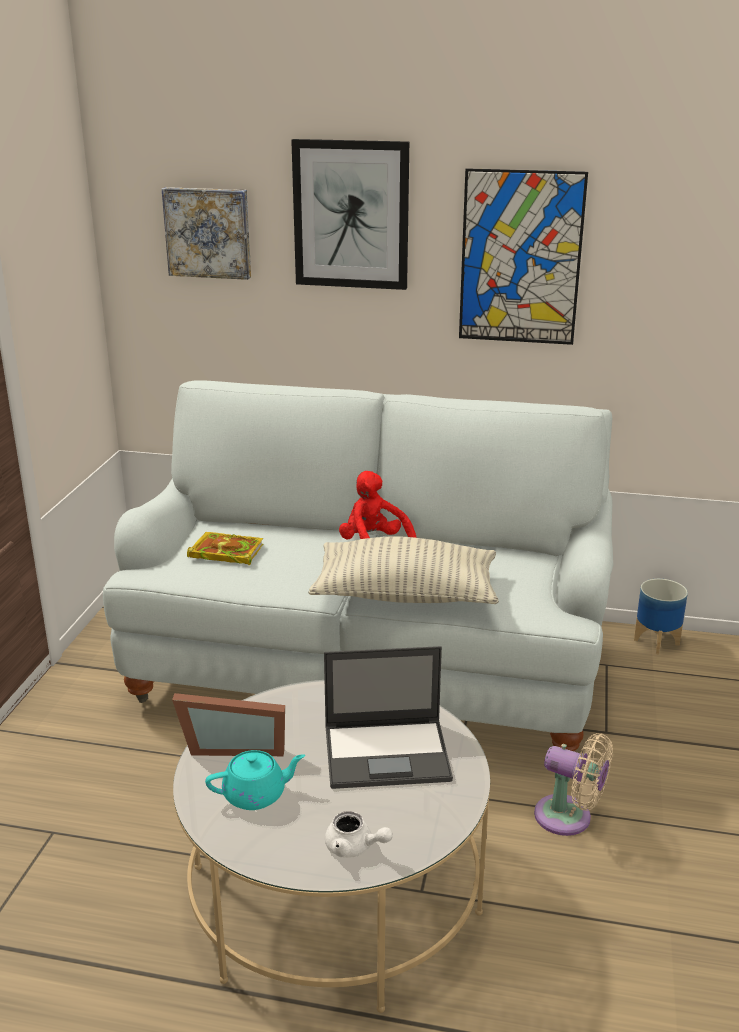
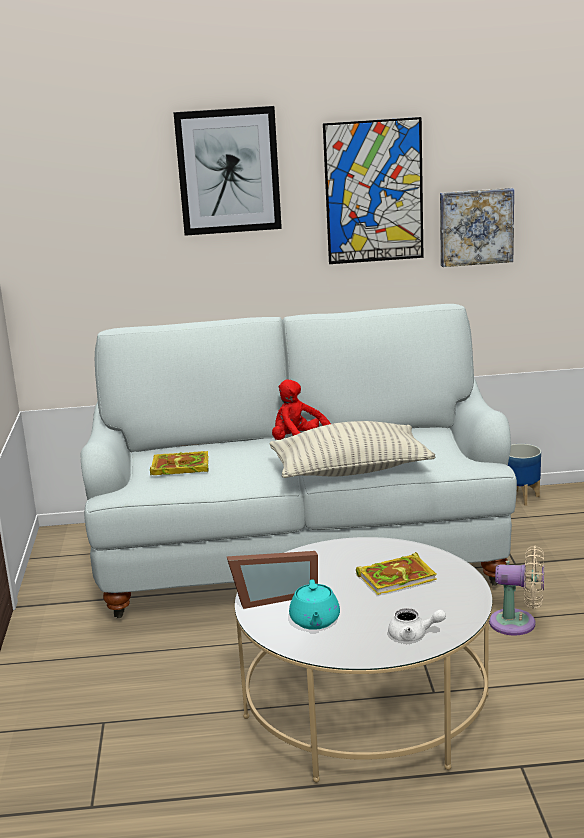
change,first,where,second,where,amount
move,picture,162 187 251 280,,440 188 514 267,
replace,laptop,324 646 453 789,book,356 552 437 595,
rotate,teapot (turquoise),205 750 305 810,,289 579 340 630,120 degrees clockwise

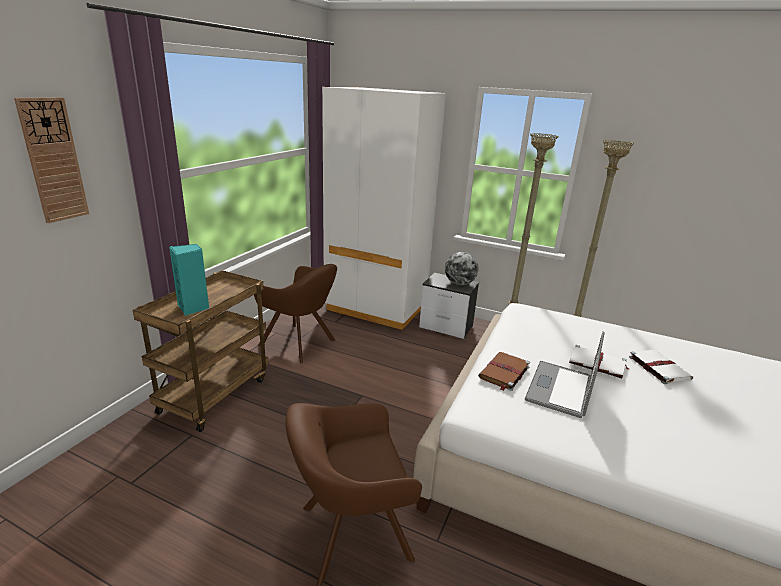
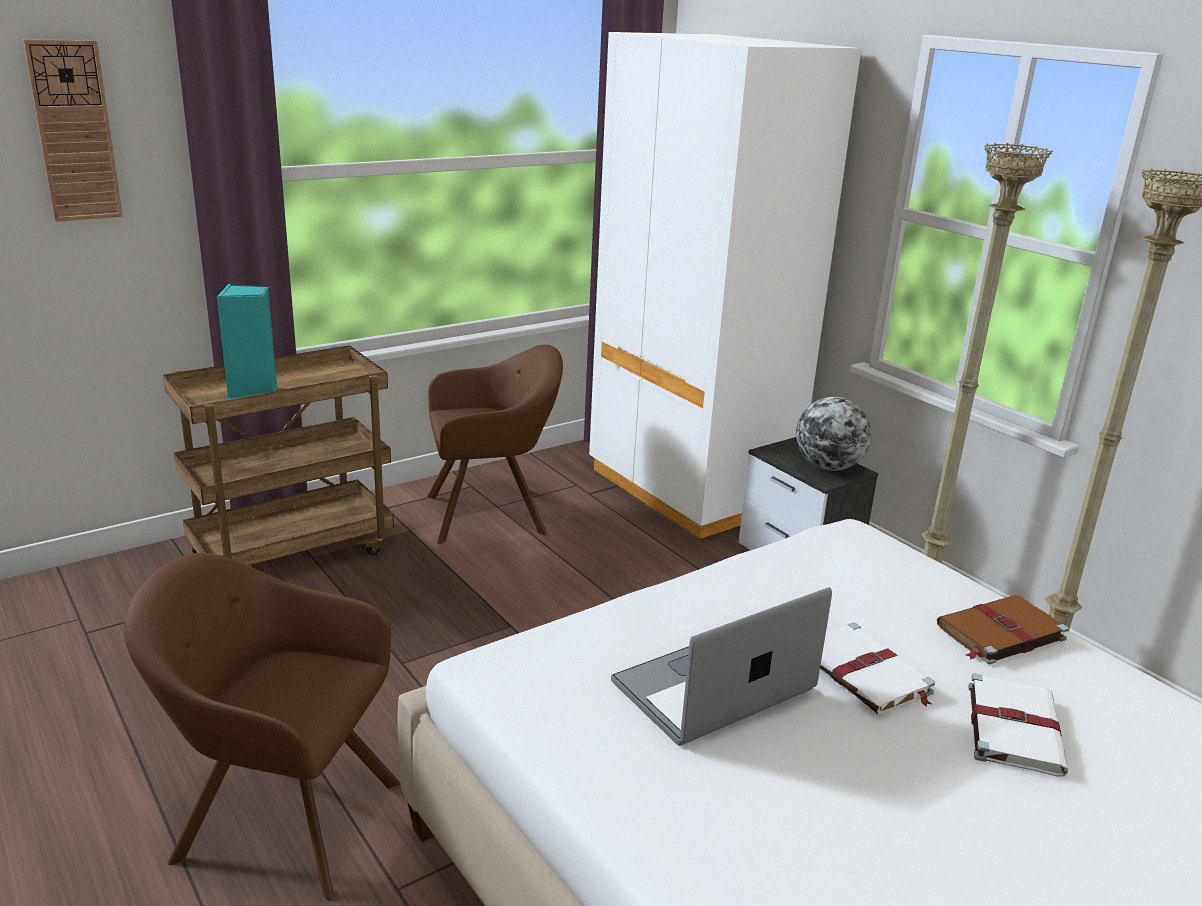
change,first,where,second,where,amount
move,book (brown),478 352 530 391,,937 595 1069 664,
rotate,armchair (brown),254 264 337 363,,427 344 563 544,75 degrees counterclockwise

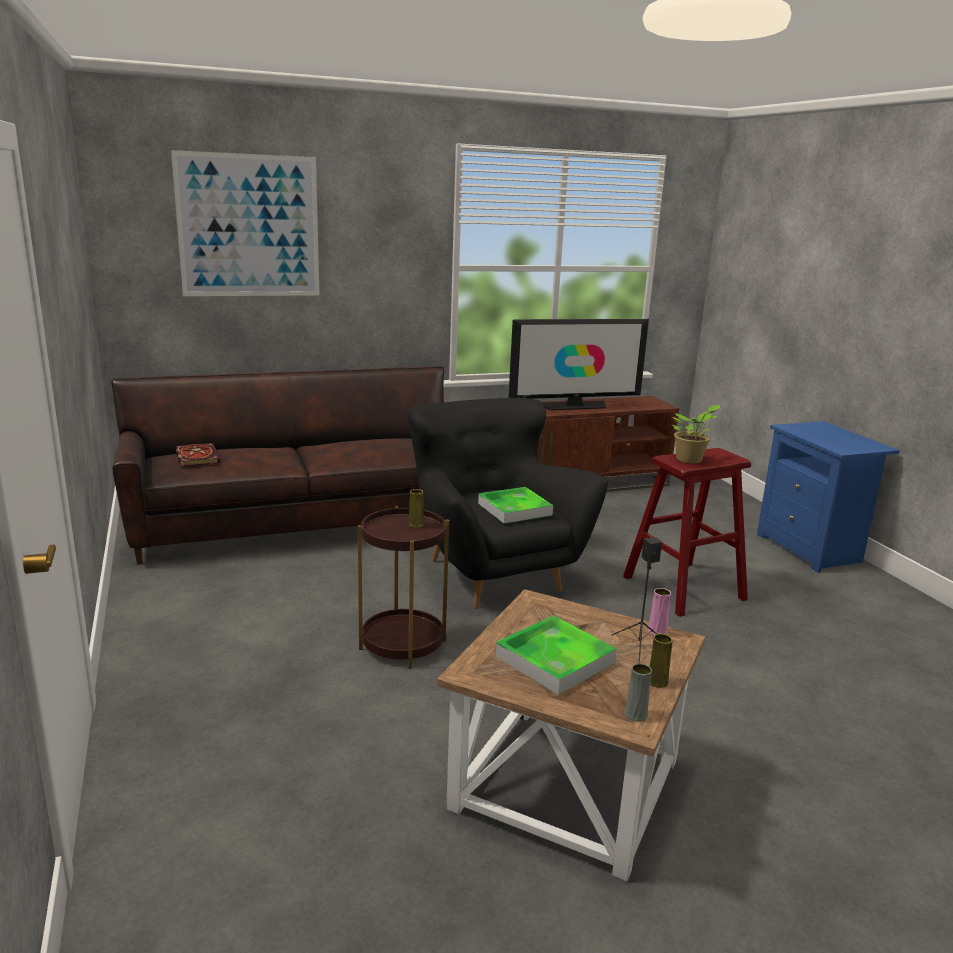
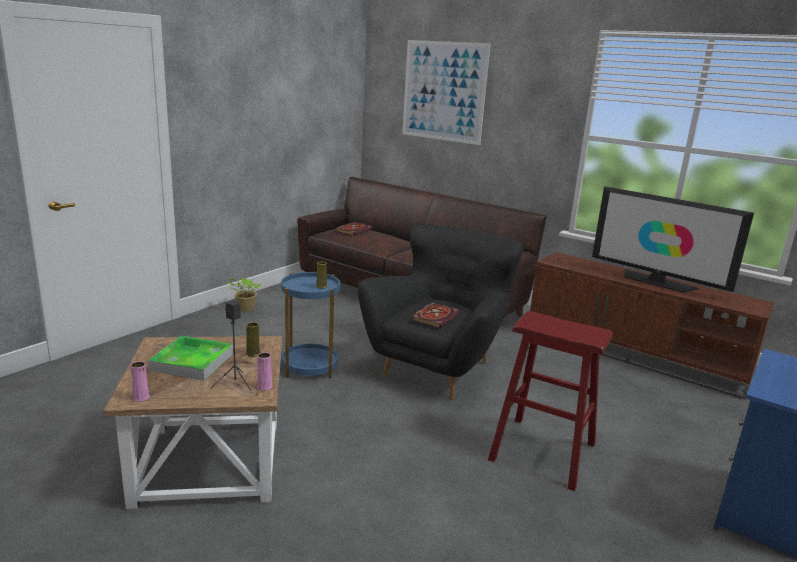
change,first,where,second,where,amount
move,vase (yellow),650 634 673 688,,246 322 260 357,
move,potted plant,672 405 720 464,,227 278 261 312,
replace,tray,478 487 553 523,book,411 302 460 328,
recolor,side table (brown),358 506 449 669,side table (blue),281 272 340 378,
recolor,vase (grey),625 664 652 721,vase (pink),130 361 150 402,

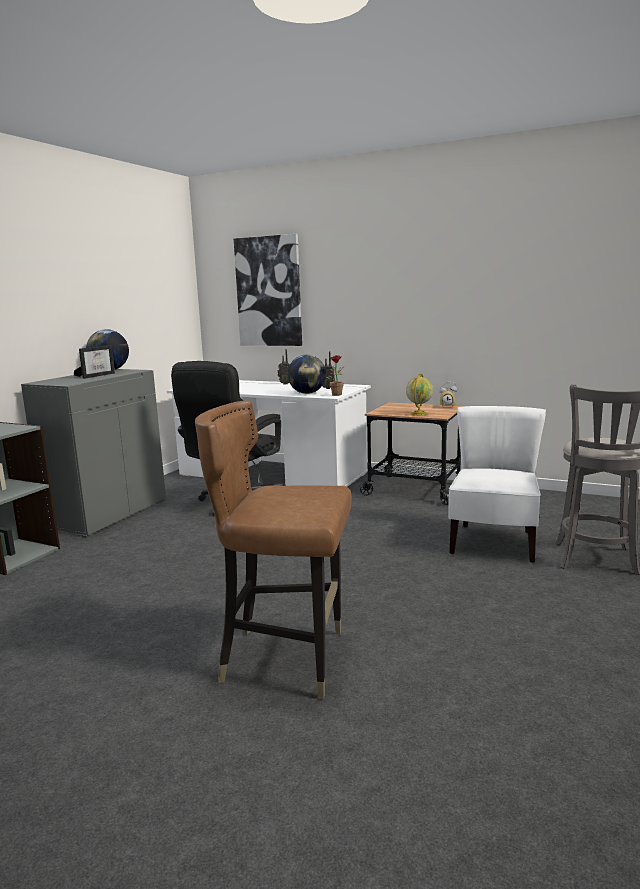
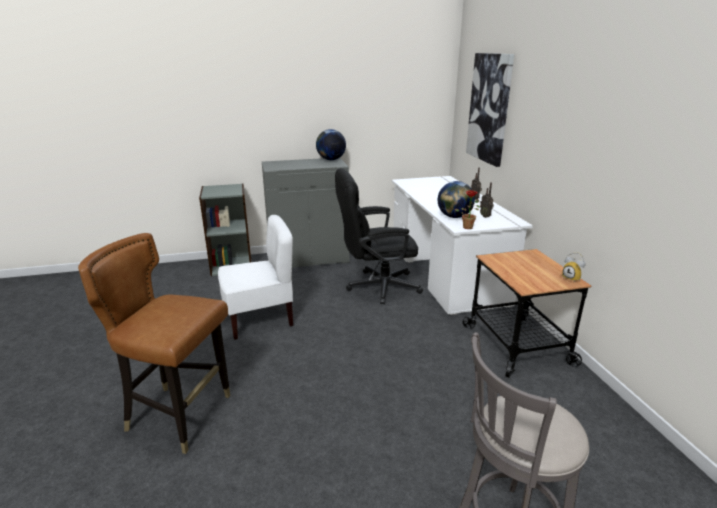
change,first,where,second,where,amount
delete,picture frame,74 345 115 379,,,
delete,globe,406 373 433 416,,,
move,chair (white),448 406 546 563,,218 215 293 340,
rotate,chair (brown),195 400 352 700,,78 233 230 454,45 degrees counterclockwise

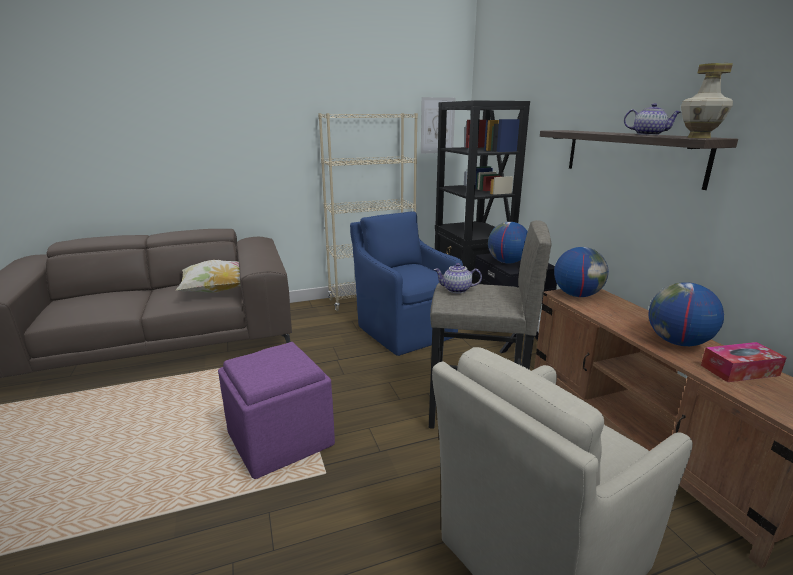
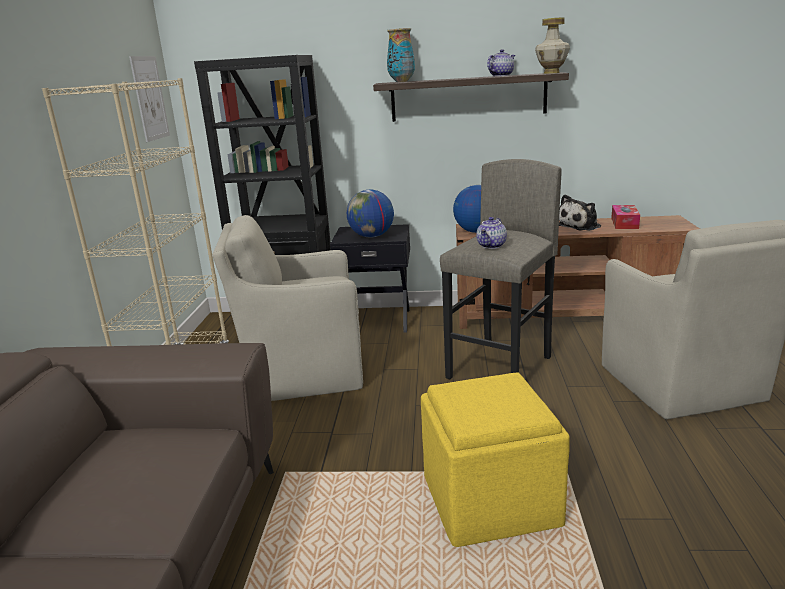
change,first,where,second,where,amount
delete,pillow,176 260 241 293,,,
insert,,,vase,387 28 415 82,
replace,globe,649 282 724 346,plush toy,559 194 601 231,
recolor,ottoman (purple),218 342 335 479,ottoman (yellow),421 372 570 547,
recolor,armchair (blue),350 211 463 356,armchair (beige),213 215 363 401,

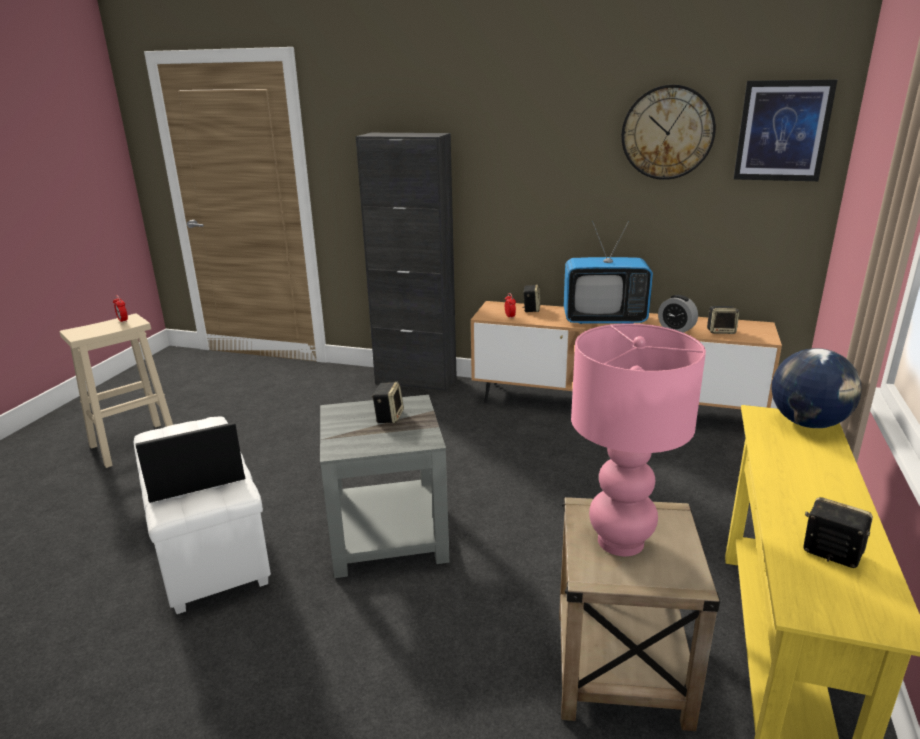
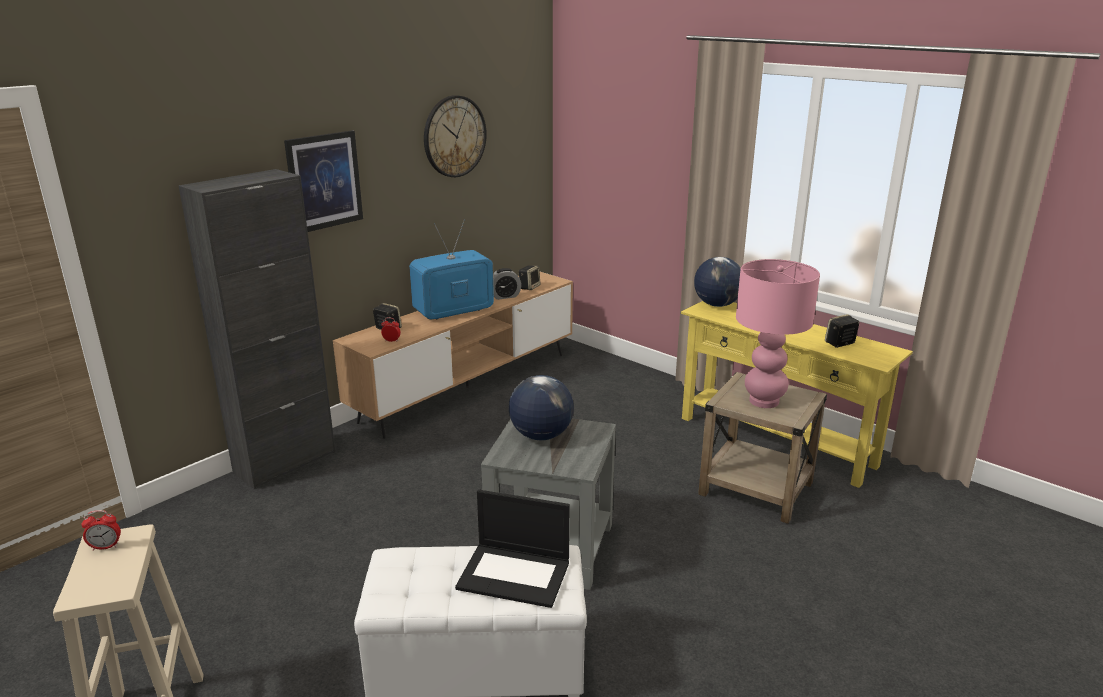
change,first,where,second,where,amount
move,picture,733 80 837 181,,284 130 363 232,
replace,speaker,372 382 404 423,globe,509 375 574 440,
rotate,laptop,136 422 245 503,,455 490 570 608,75 degrees counterclockwise
rotate,television,564 221 653 324,,409 219 494 319,150 degrees counterclockwise

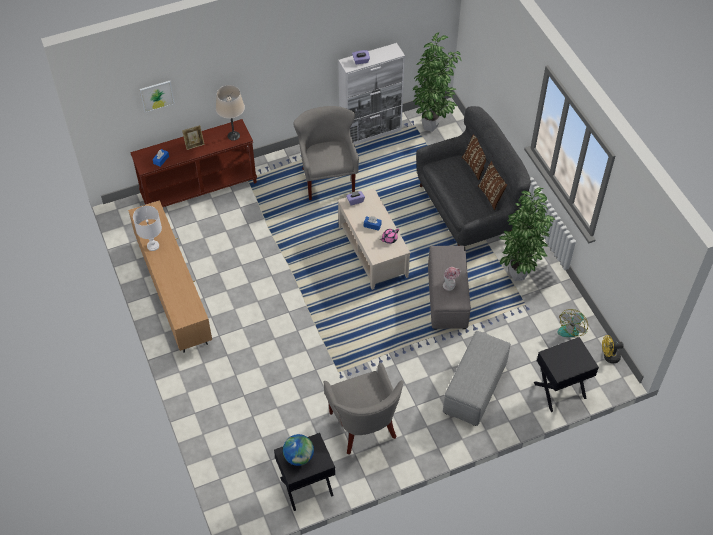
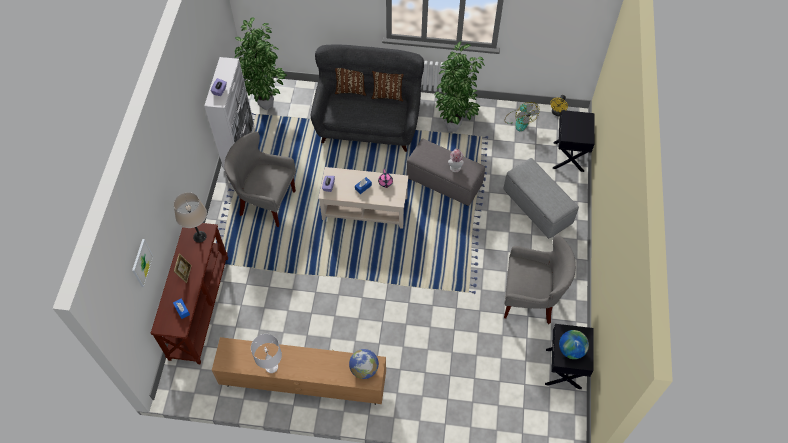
change,first,where,second,where,amount
insert,,,globe,349 349 379 379,

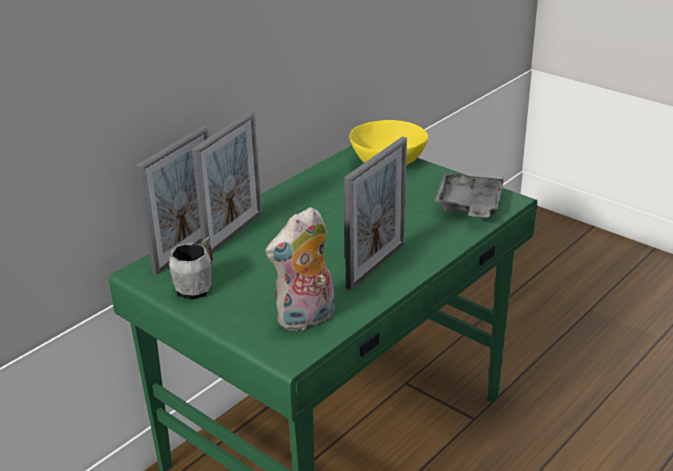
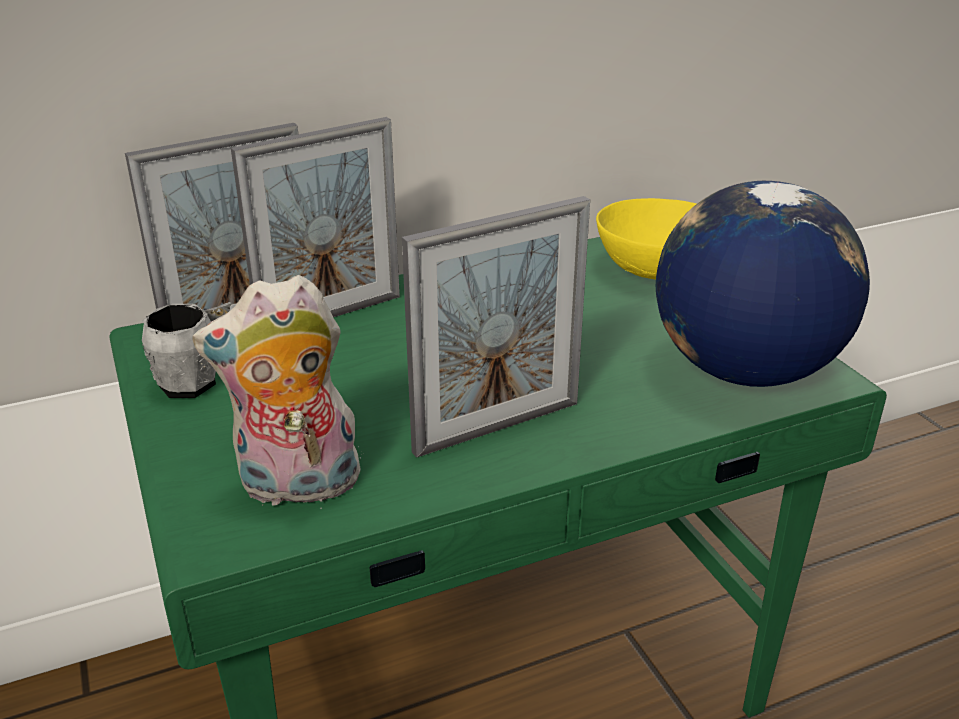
change,first,where,second,where,amount
replace,tray (grey),434 172 505 218,globe,656 181 870 387,

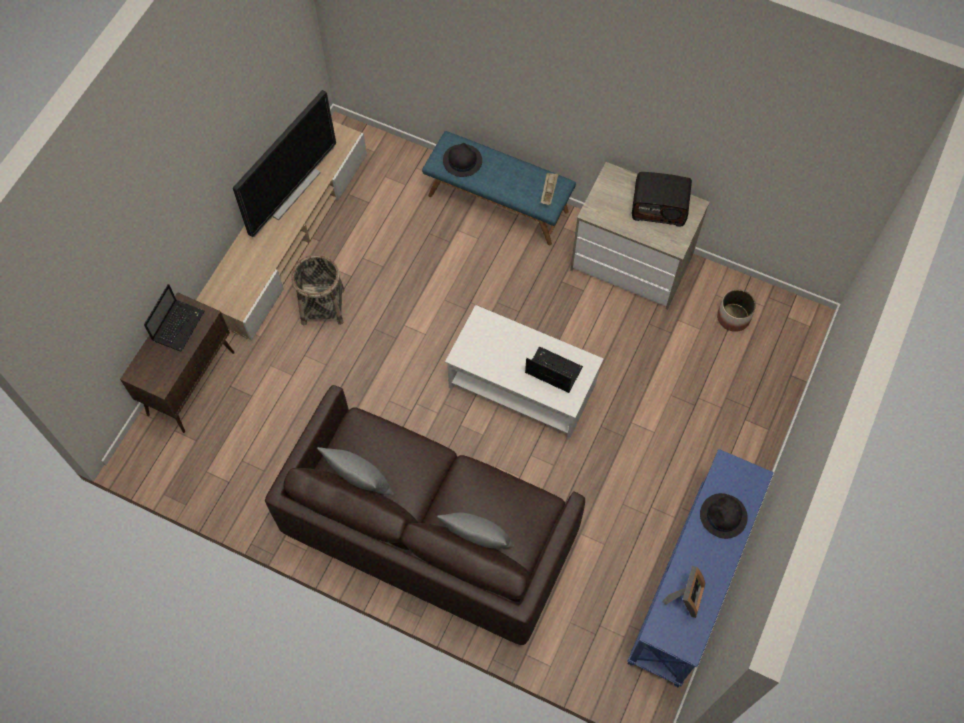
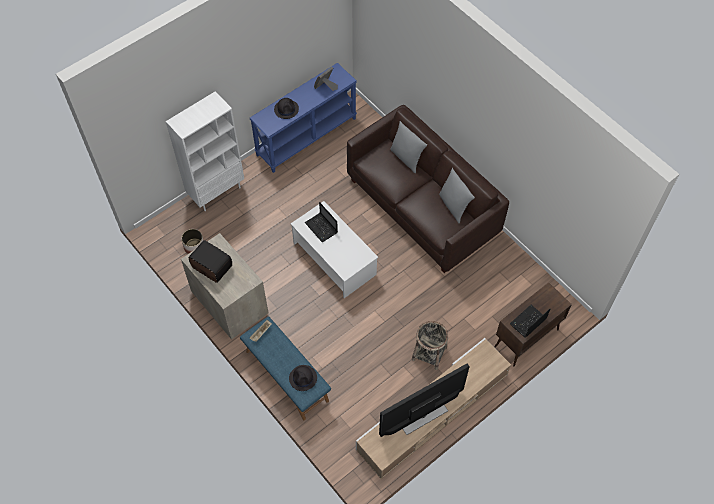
change,first,where,second,where,amount
insert,,,bookcase (white),166 91 244 211,

